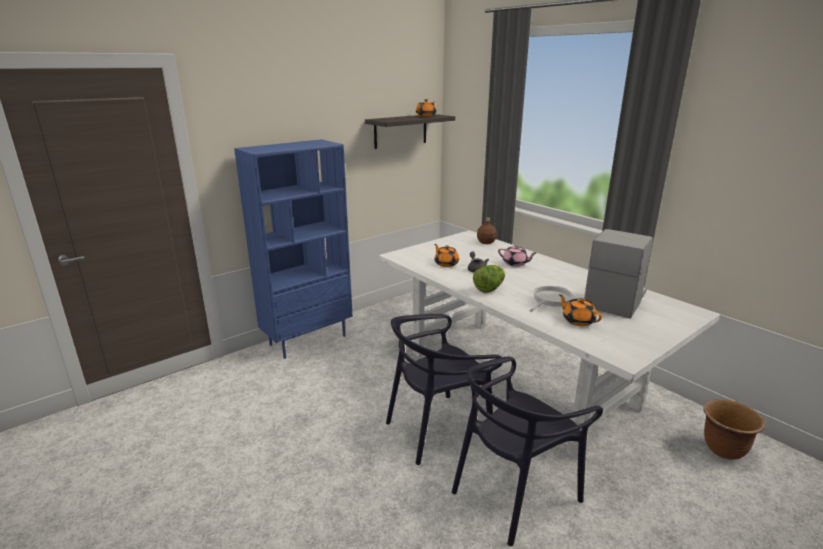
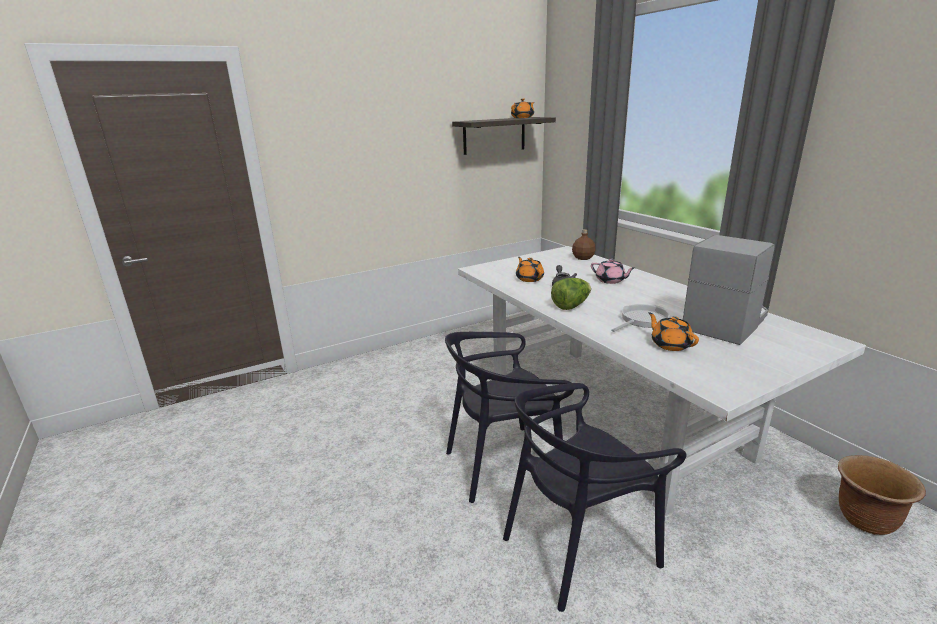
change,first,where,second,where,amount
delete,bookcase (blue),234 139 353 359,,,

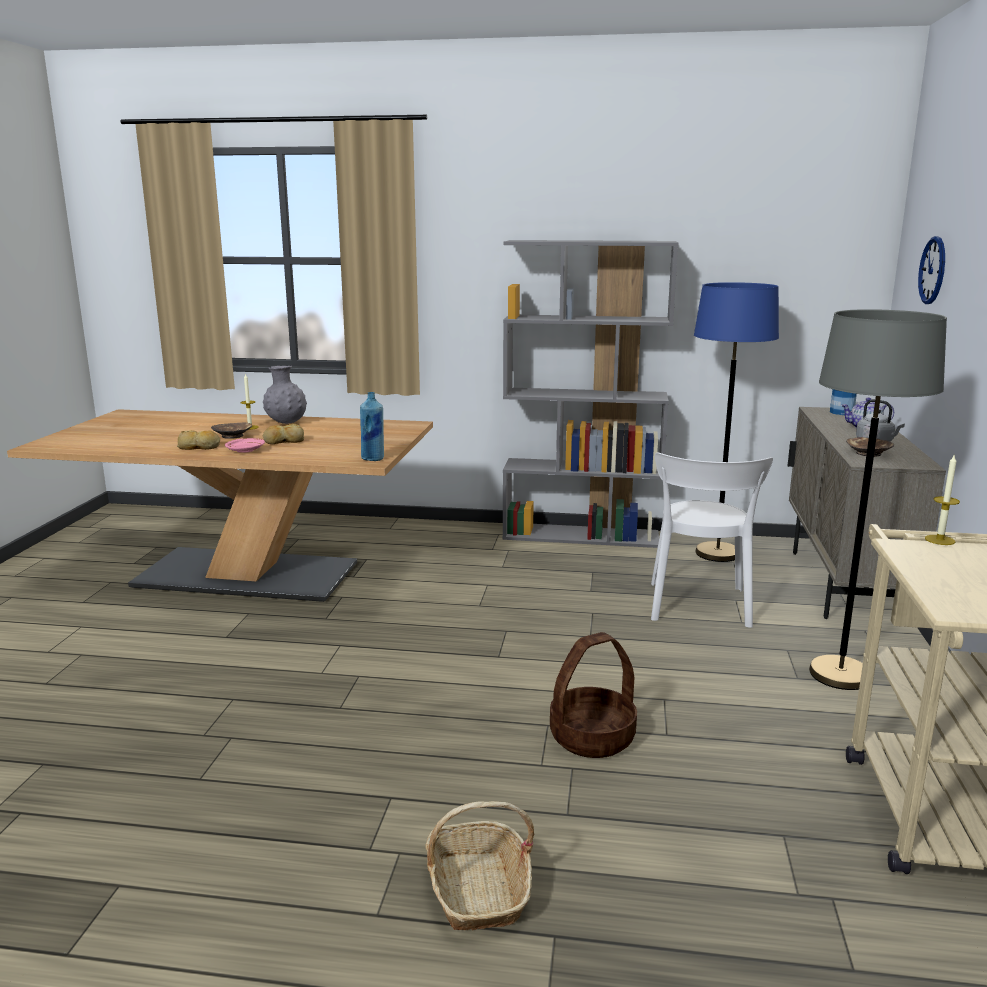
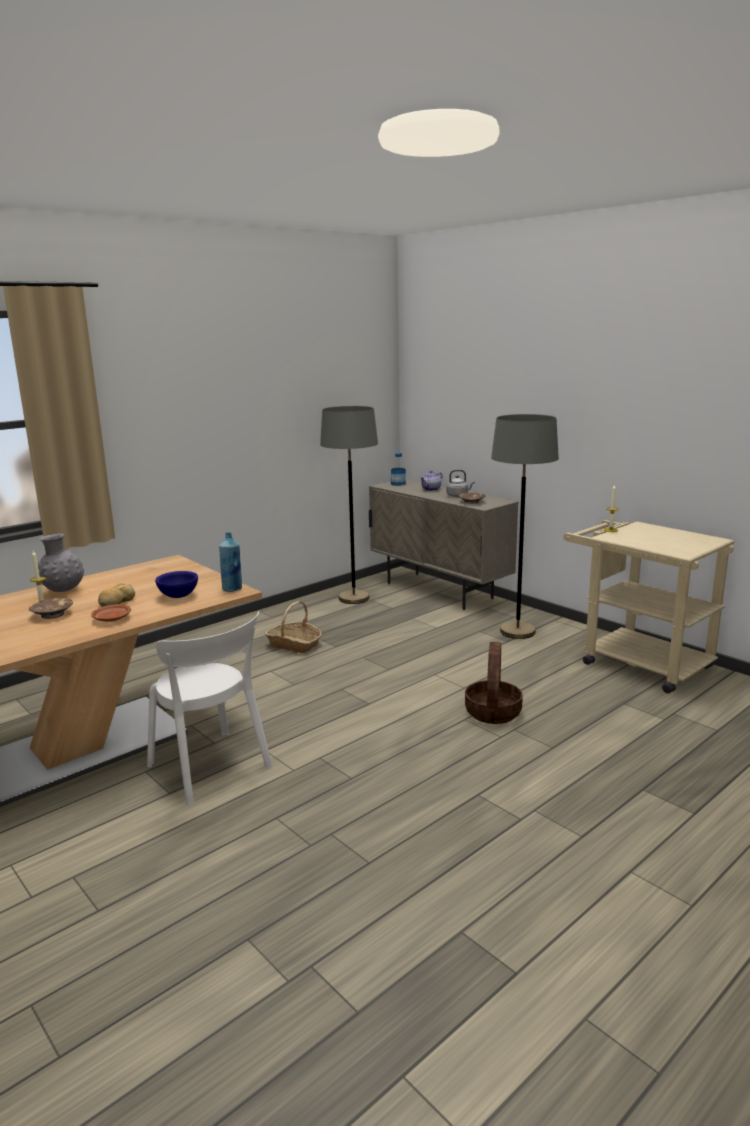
change,first,where,second,where,amount
delete,bread,177 430 220 450,,,
delete,bookcase (grey),503 240 678 548,,,
delete,wall clock,918 236 945 304,,,
insert,,,bowl (blue),155 571 198 598,
move,basket,426 801 535 931,,265 601 322 653,
move,chair (white),651 452 773 628,,147 611 273 805,
recolor,plate (pink),225 438 265 453,plate (brown),91 604 131 622,
recolor,floor lamp (blue),694 282 779 562,floor lamp (grey),320 406 378 604,

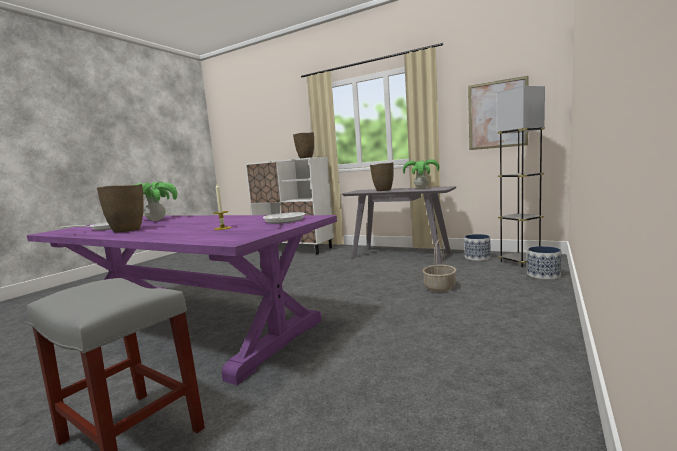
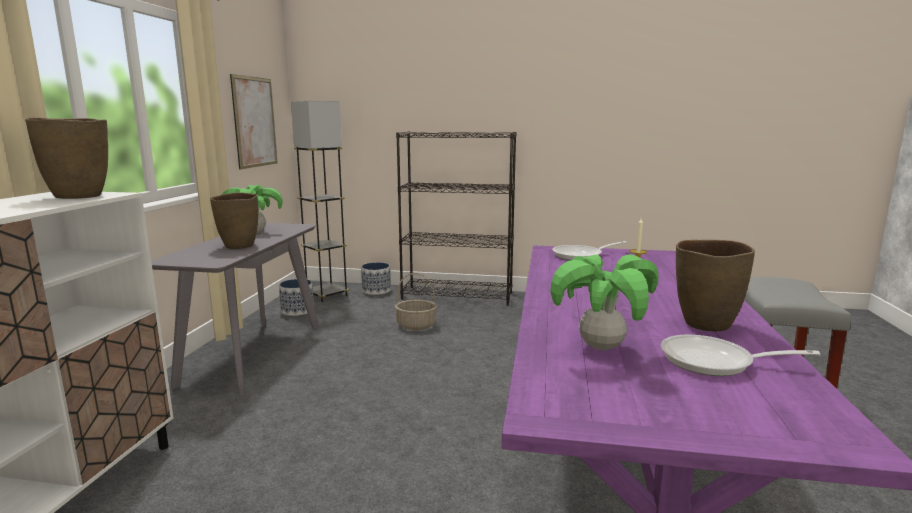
change,first,where,second,where,amount
insert,,,bookcase (black),396 131 516 306,

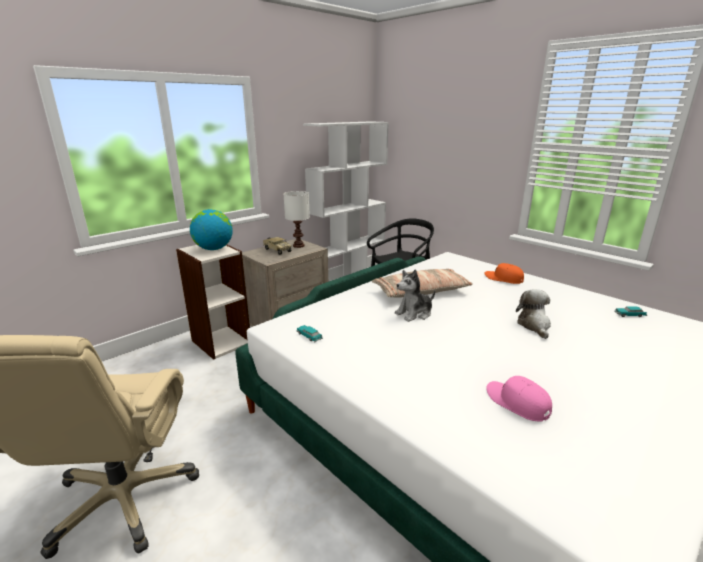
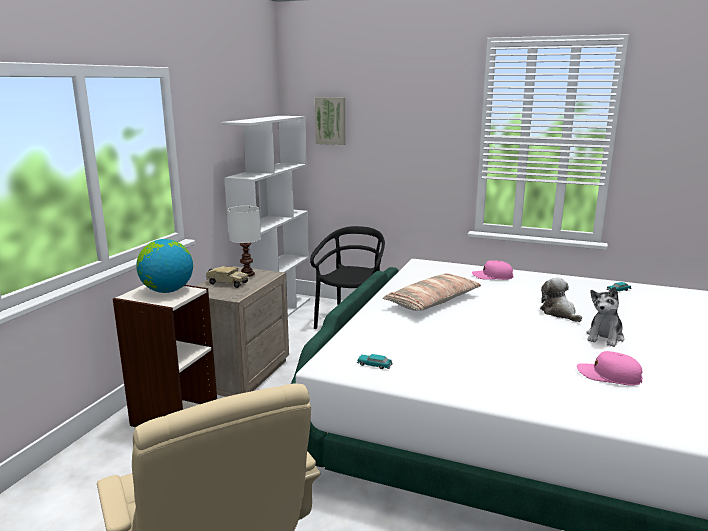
change,first,where,second,where,amount
insert,,,picture,315 97 345 145,
move,plush toy,395 270 435 322,,586 287 624 347,
recolor,cap (orange),485 263 524 284,cap (pink),472 260 513 280,

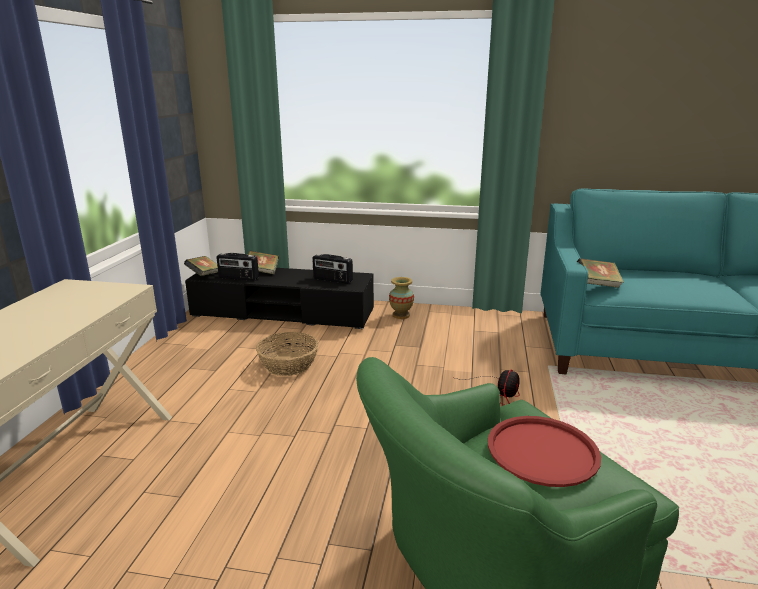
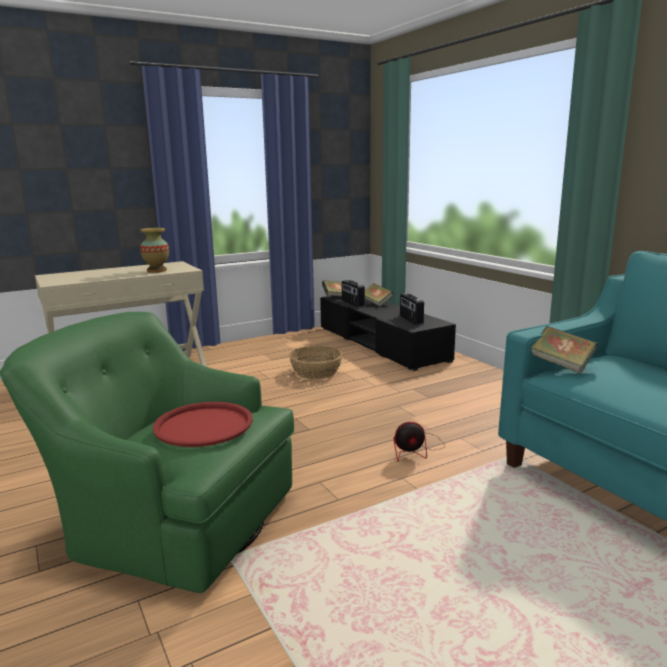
change,first,where,second,where,amount
move,vase,389 277 414 319,,140 228 169 273,

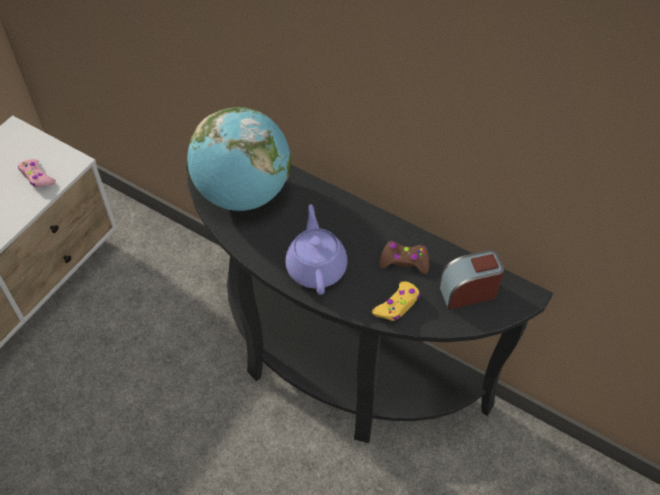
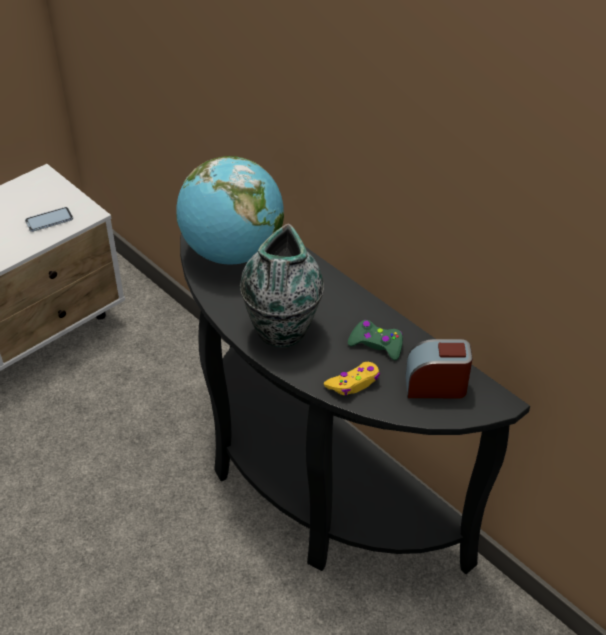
change,first,where,second,where,amount
replace,game controller (pink),18 159 56 187,phone,25 207 73 232,
replace,teapot (purple),286 204 348 295,vase,240 224 324 347,
recolor,game controller (brown),379 241 429 274,game controller (green),348 320 403 360,

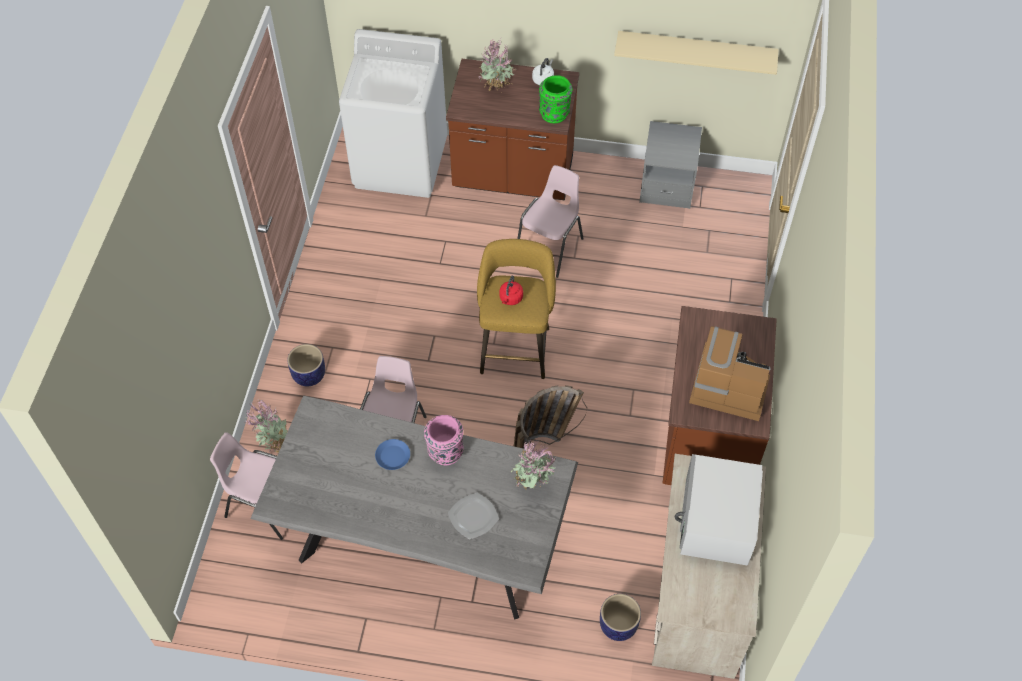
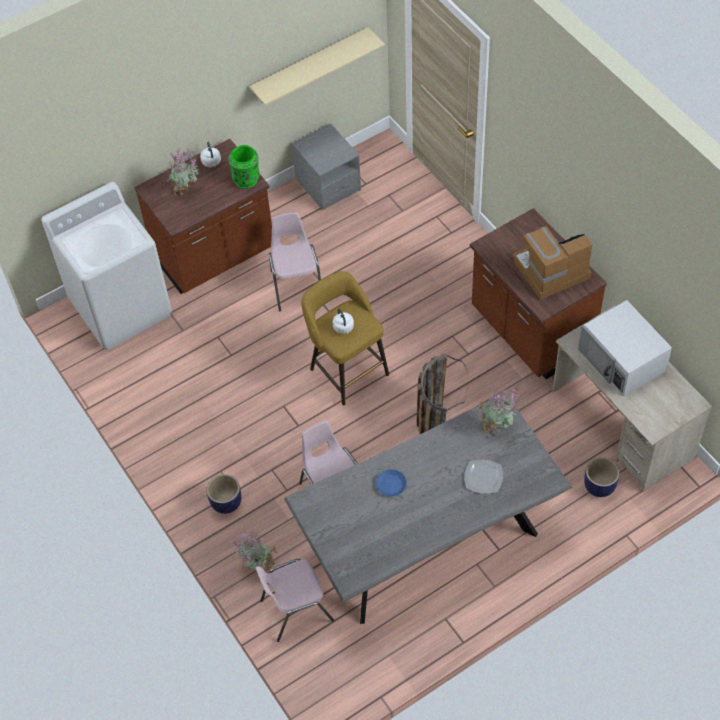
change,first,where,second,where,amount
delete,vase (pink),424 415 464 465,,,
recolor,kettle (red),499 276 523 305,kettle (white),333 308 354 334,

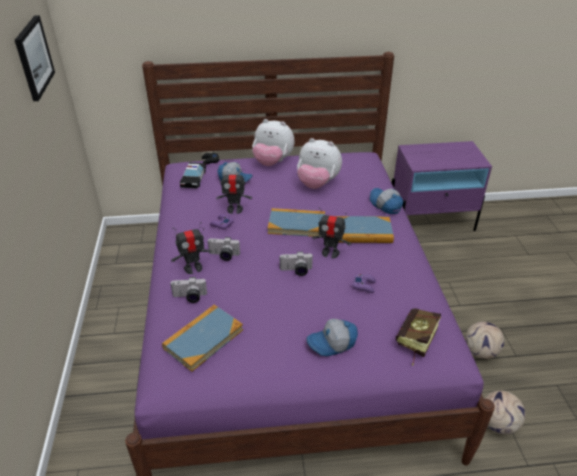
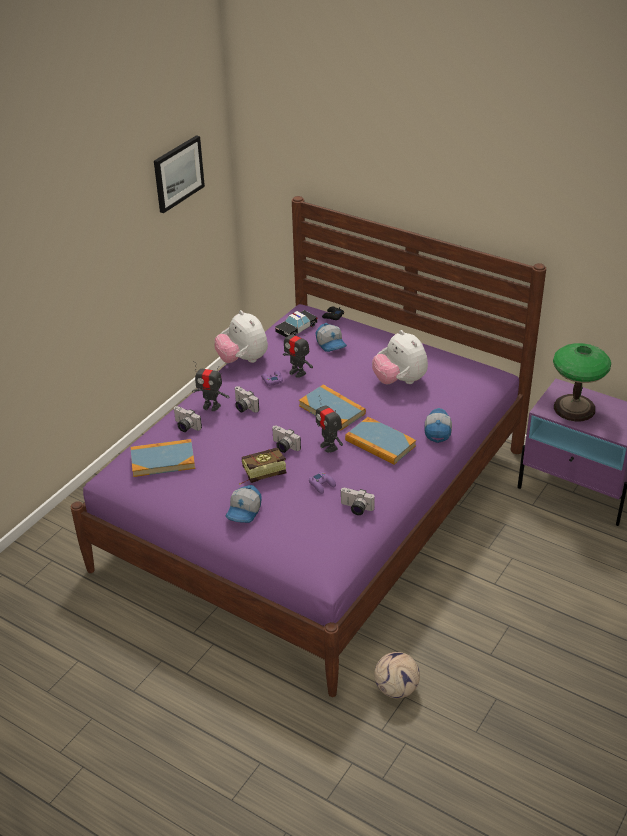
change,first,where,second,where,amount
delete,football,465 322 504 359,,,
insert,,,photo camera,340 488 375 515,
insert,,,table lamp,553 343 611 421,
move,plush toy,252 119 295 166,,214 310 268 363,
move,book,396 308 441 366,,239 448 286 485,
rotate,cap,306 319 358 356,,225 485 262 523,90 degrees counterclockwise

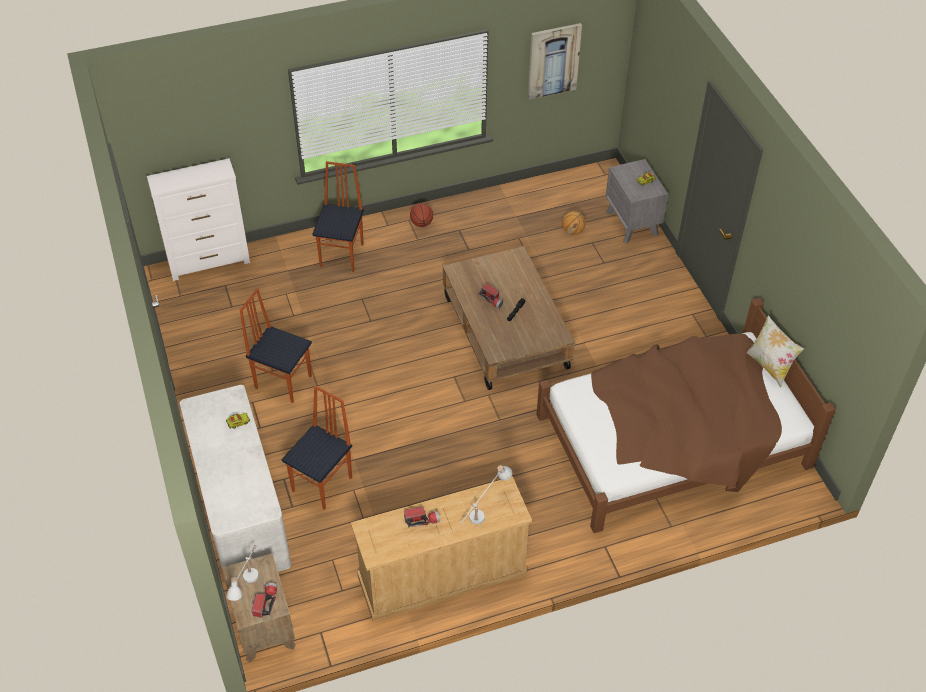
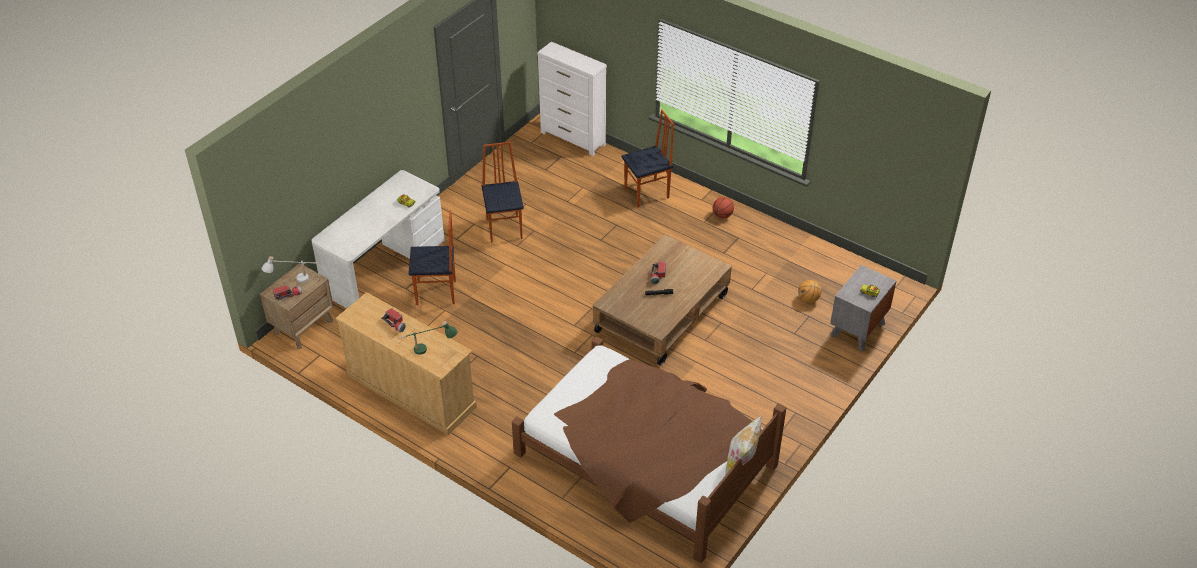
change,first,where,second,where,amount
delete,picture,528 23 582 100,,,
recolor,table lamp (white),460 465 512 524,table lamp (green),399 321 458 355,

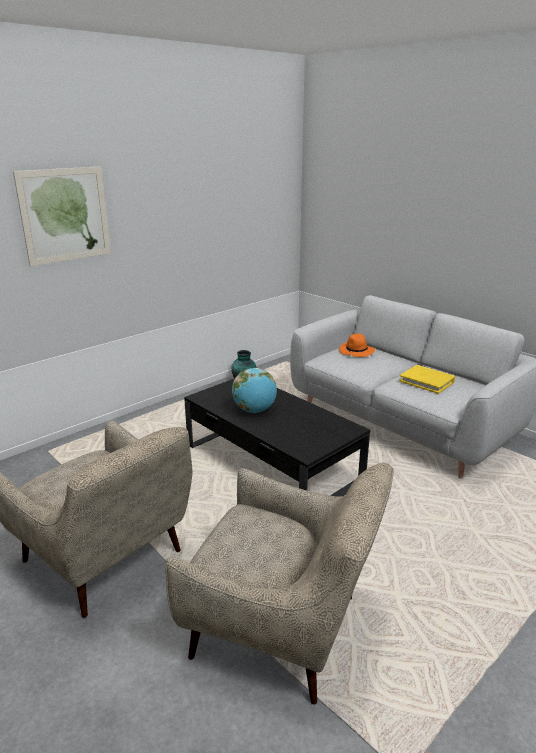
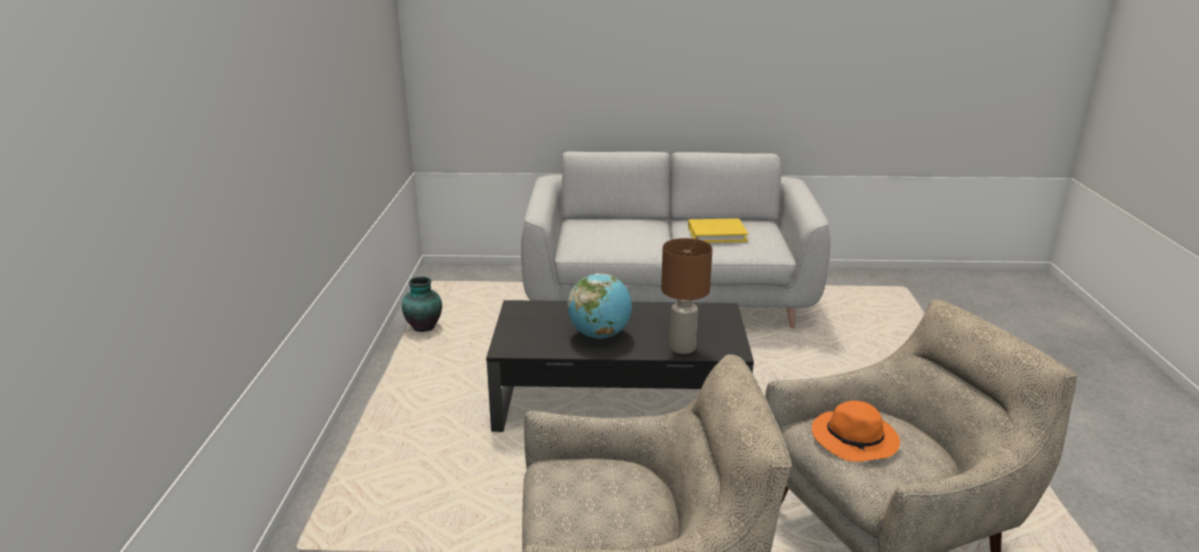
change,first,where,second,where,amount
delete,picture,13 167 111 266,,,
insert,,,table lamp (brown),661 238 712 354,
move,hat (orange),339 334 375 357,,812 400 900 462,

